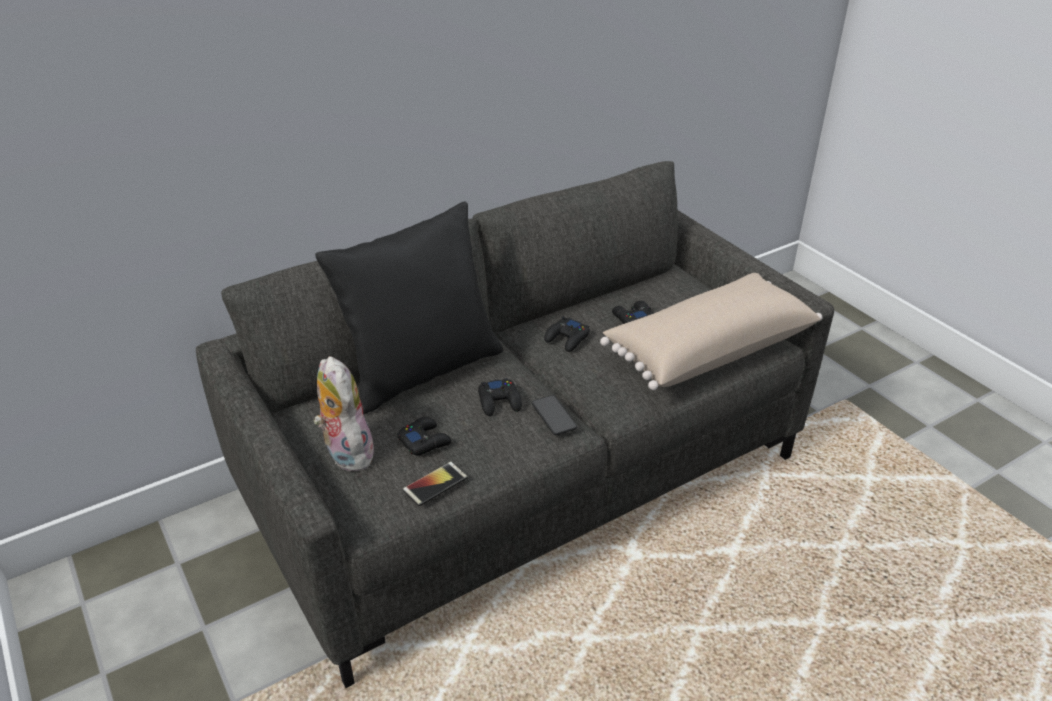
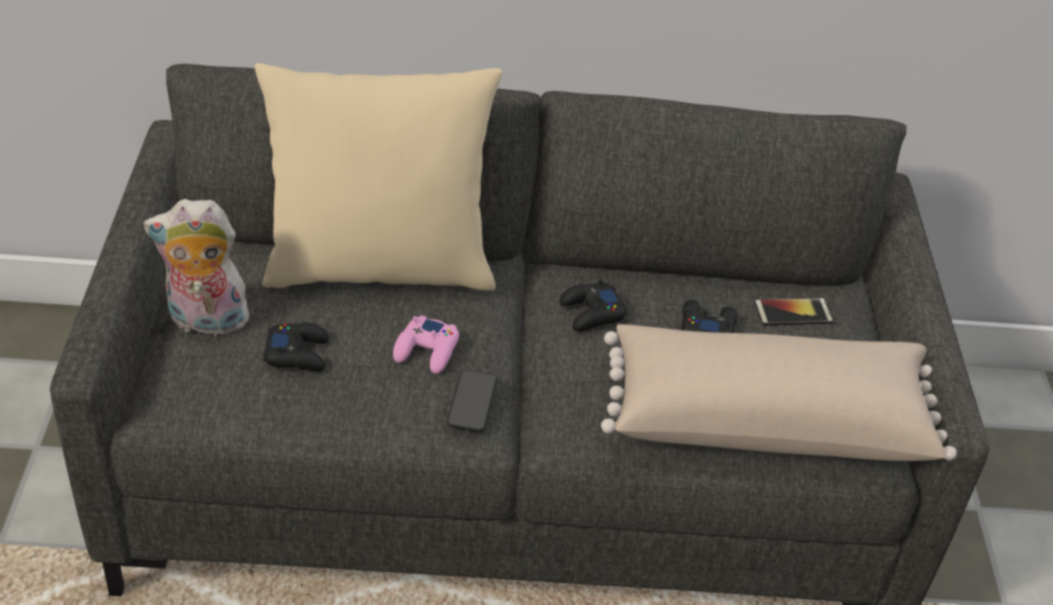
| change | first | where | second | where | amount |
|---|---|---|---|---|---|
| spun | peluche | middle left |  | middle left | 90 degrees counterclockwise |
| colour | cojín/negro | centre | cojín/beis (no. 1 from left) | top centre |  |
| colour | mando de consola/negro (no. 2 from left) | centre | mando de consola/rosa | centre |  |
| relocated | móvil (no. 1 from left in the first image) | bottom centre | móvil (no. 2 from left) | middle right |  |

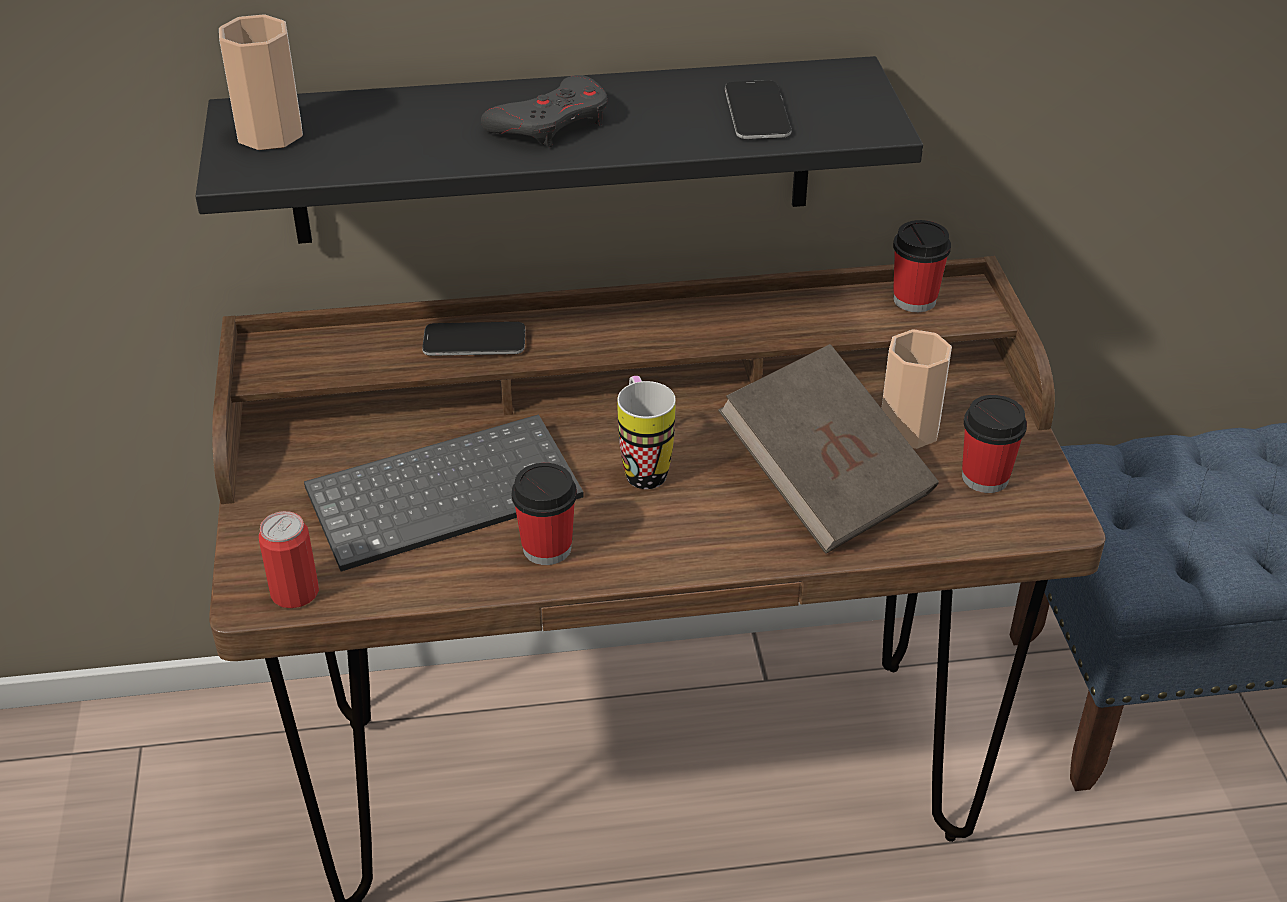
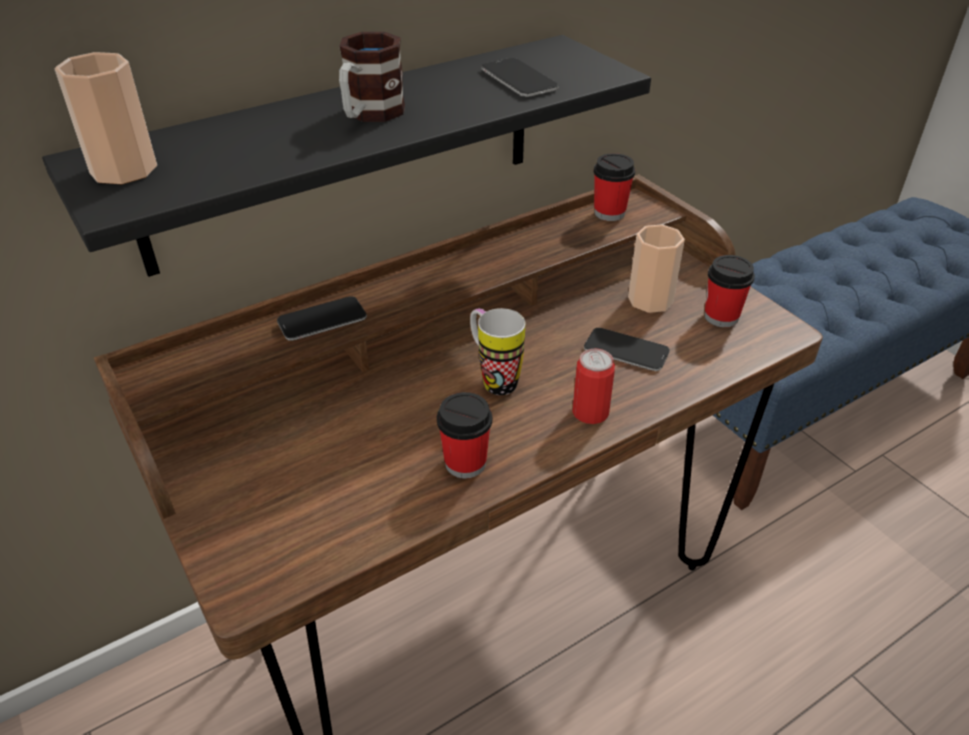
| change | first | where | second | where | amount |
|---|---|---|---|---|---|
| exchanged | mando de consola/gris | top centre | taza grande (no. 1 from left) | top centre |  |
| relocated | lata | middle left |  | centre |  |
| exchanged | libro/marrón | centre | móvil (no. 3 from left) | centre |  |
| missing | teclado | centre |  |  |  |

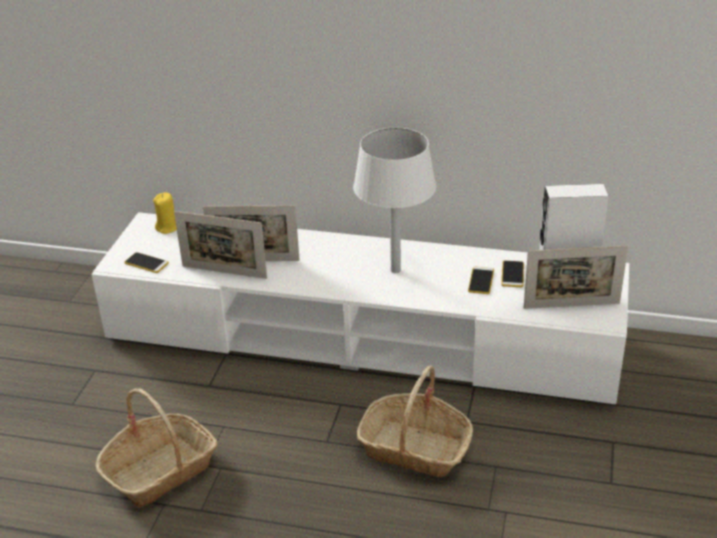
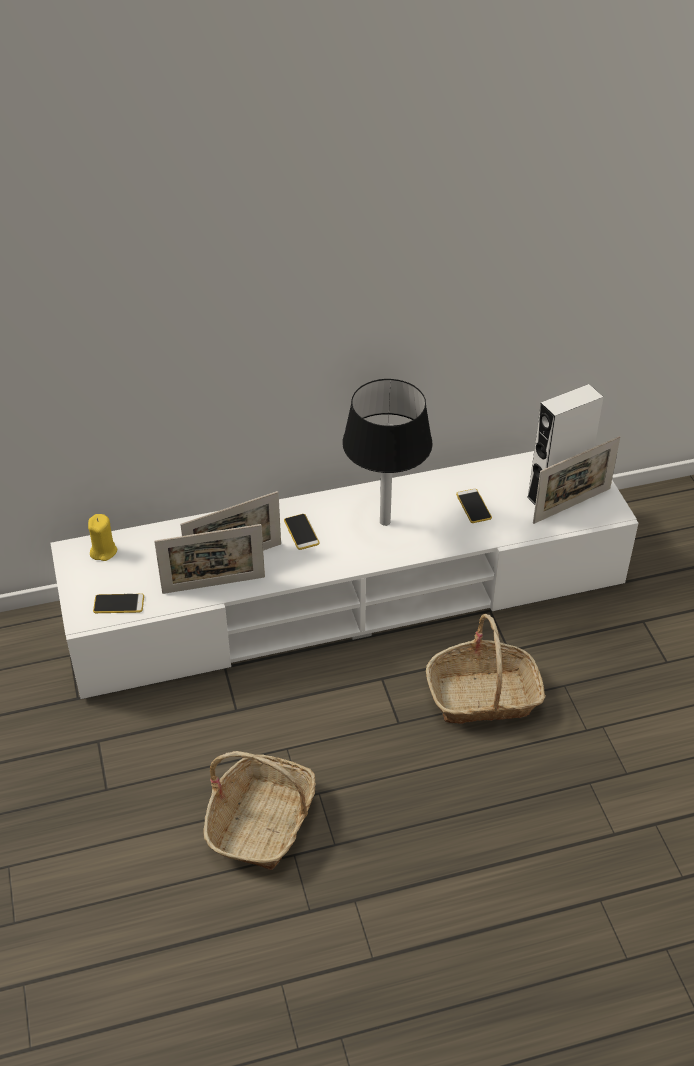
| change | first | where | second | where | amount |
|---|---|---|---|---|---|
| relocated | móvil (no. 3 from left in the first image) | middle right | móvil (no. 2 from left) | centre |  |
| colour | lámpara de mesa/blanco | centre | lámpara de mesa/negro | centre |  |

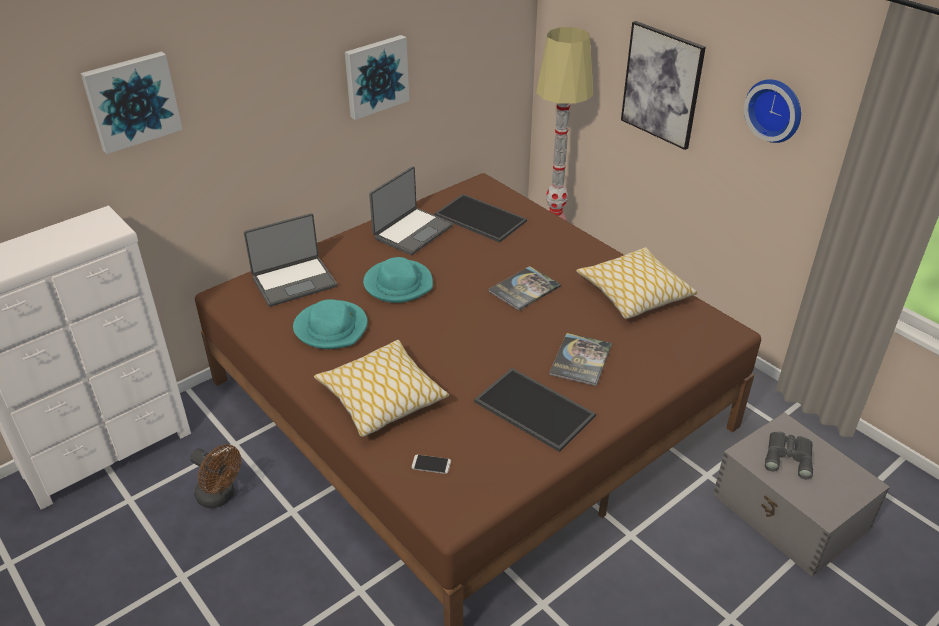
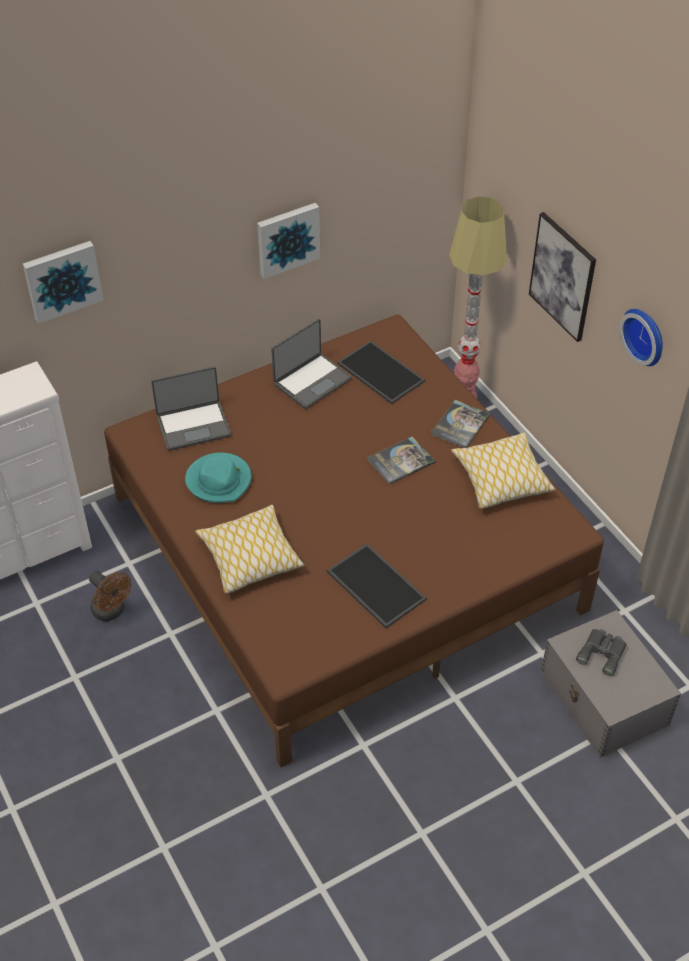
| change | first | where | second | where | amount |
|---|---|---|---|---|---|
| relocated | libro (no. 2 from left) | centre |  | middle right |  |
| missing | sombrero/turquesa (no. 2 from left) | centre |  |  |  |
| missing | móvil | bottom centre |  |  |  |

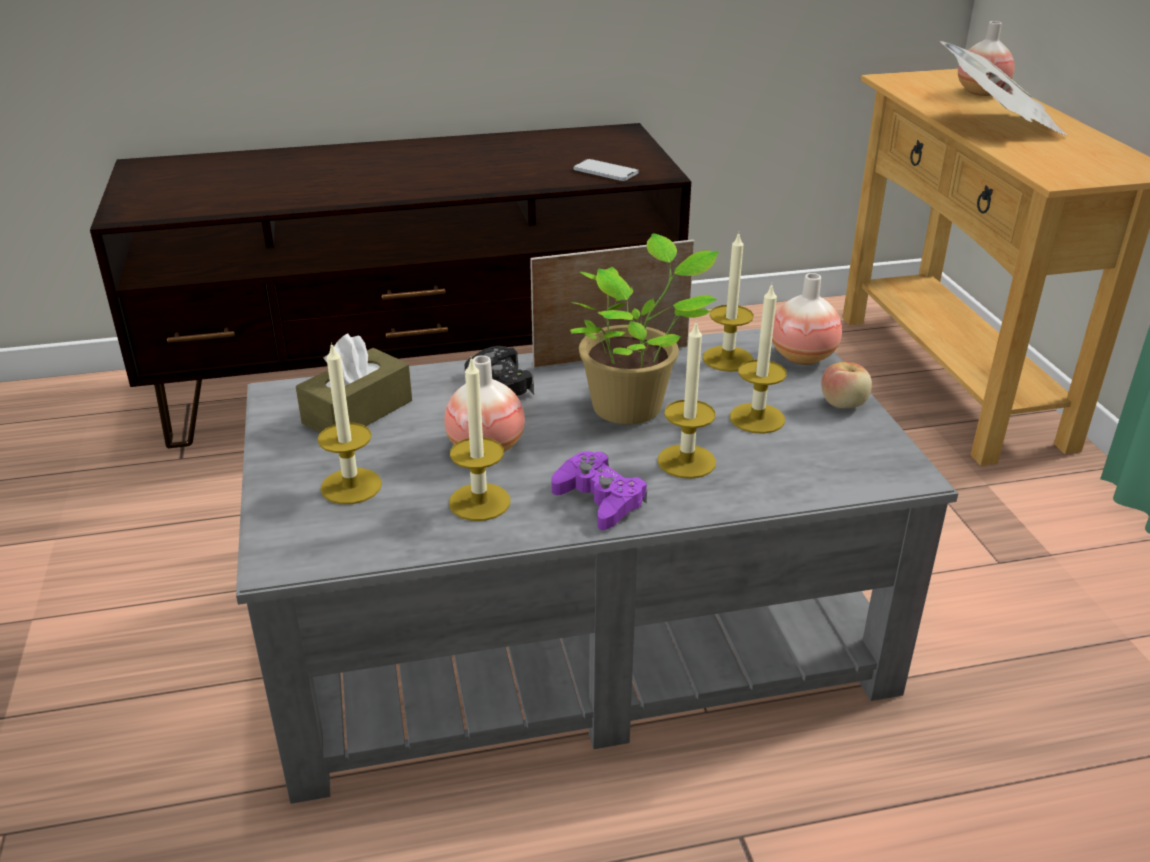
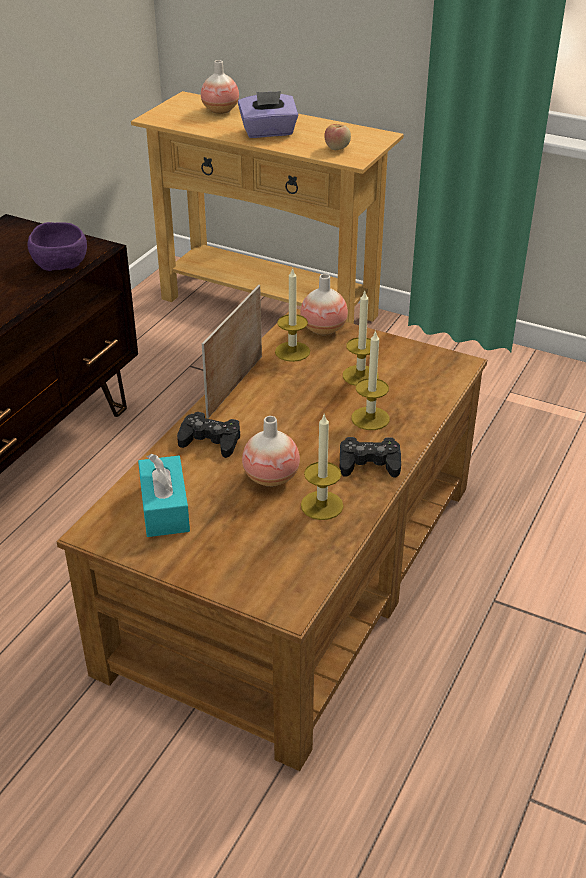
| change | first | where | second | where | amount |
|---|---|---|---|---|---|
| exchanged | móvil | top centre | cuenco/morado | top left |  |
| colour | mesa de centro/gris | centre | mesa de centro/marrón | centre |  |
| colour | caja de pañuelos/marrón | middle left | caja de pañuelos/turquesa | middle left |  |
| exchanged | periódico | top right | caja de pañuelos/morado | top centre |  |
| relocated | manzana | middle right |  | top centre |  |
| colour | mando de consola/morado | centre | mando de consola/negro (no. 2 from left) | centre |  |
| missing | vela (no. 1 from left) | middle left |  |  |  |
| missing | planta en maceta | centre |  |  |  |

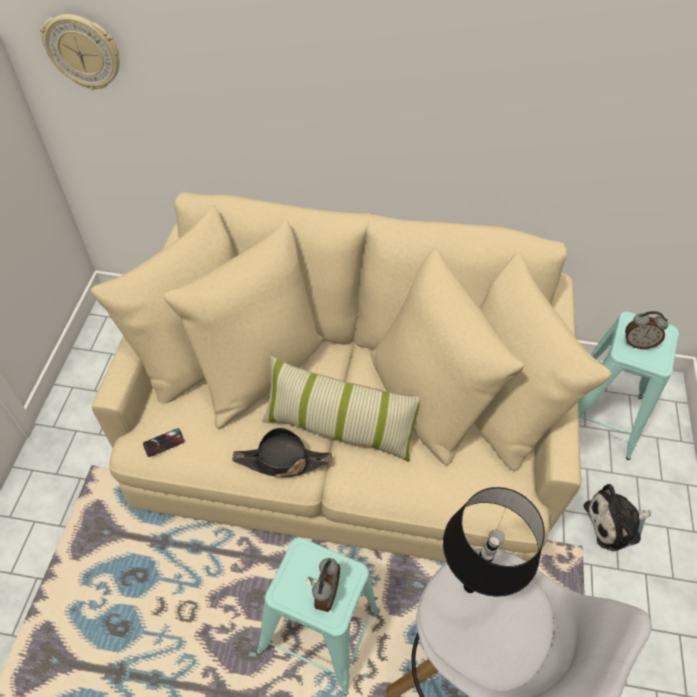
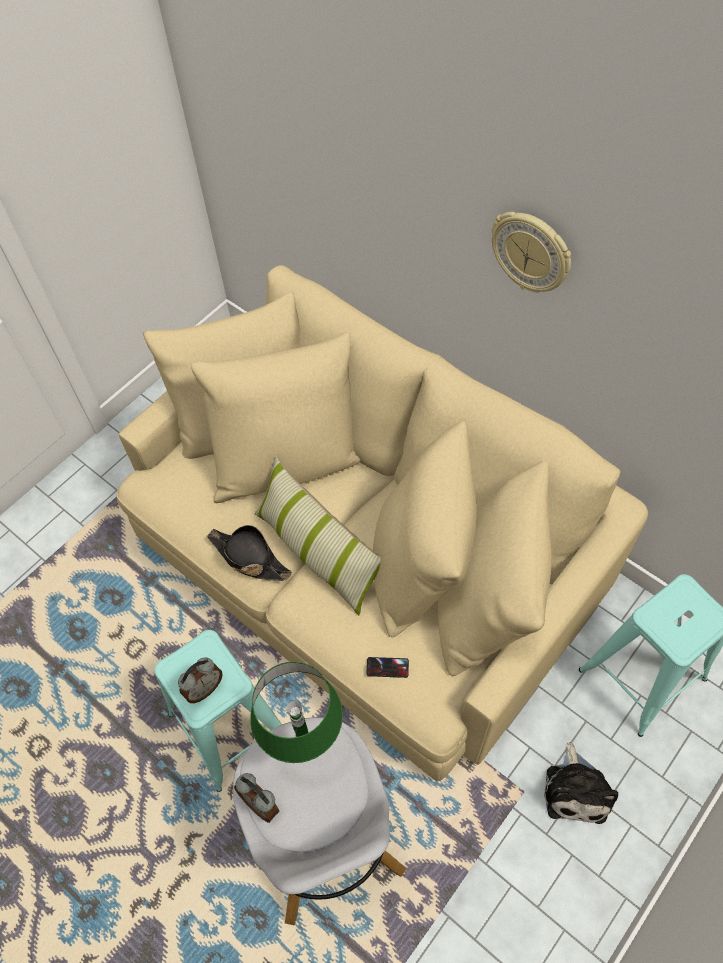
| change | first | where | second | where | amount |
|---|---|---|---|---|---|
| relocated | despertador (no. 2 from left) | middle right |  | bottom centre |  |
| colour | lámpara de mesa/negro | bottom right | lámpara de mesa/verde | bottom centre |  |
| relocated | móvil | middle left |  | bottom centre |  |
| relocated | reloj de pared | top left |  | top right |  |
| spun | peluche | bottom right |  | bottom right | 105 degrees counterclockwise |

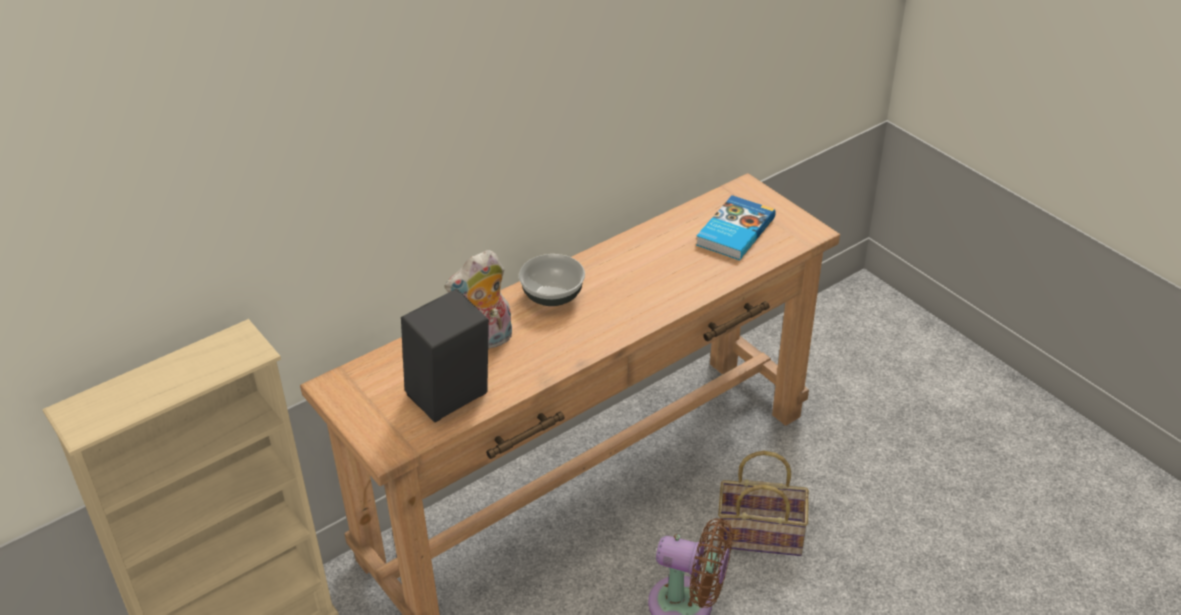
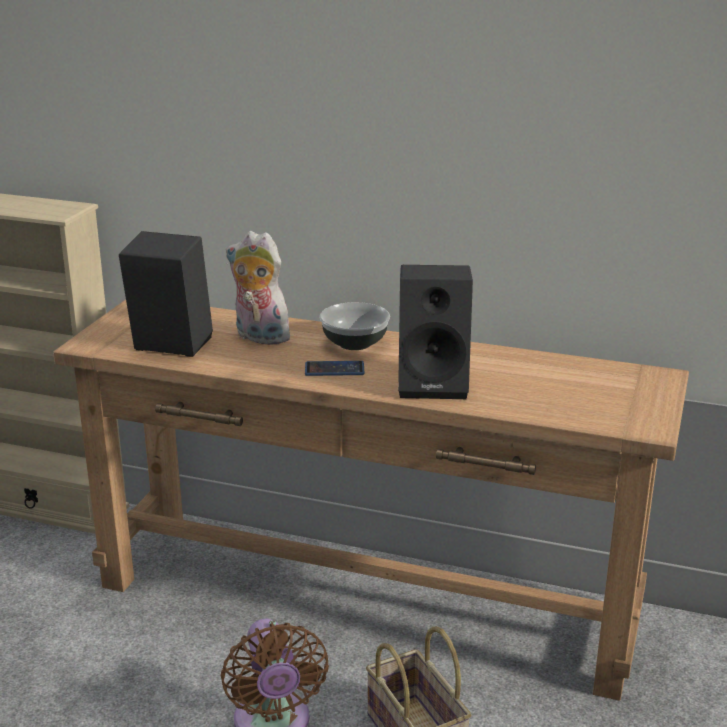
| change | first | where | second | where | amount |
|---|---|---|---|---|---|
| appeared |  |  | móvil | centre |  |
| appeared |  |  | altavoz/negro (no. 2 from left) | centre |  |
| missing | libro | centre |  |  |  |

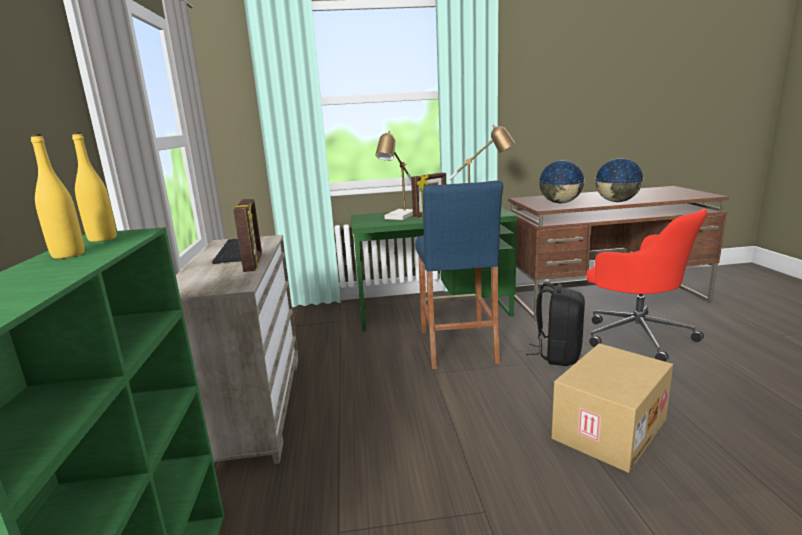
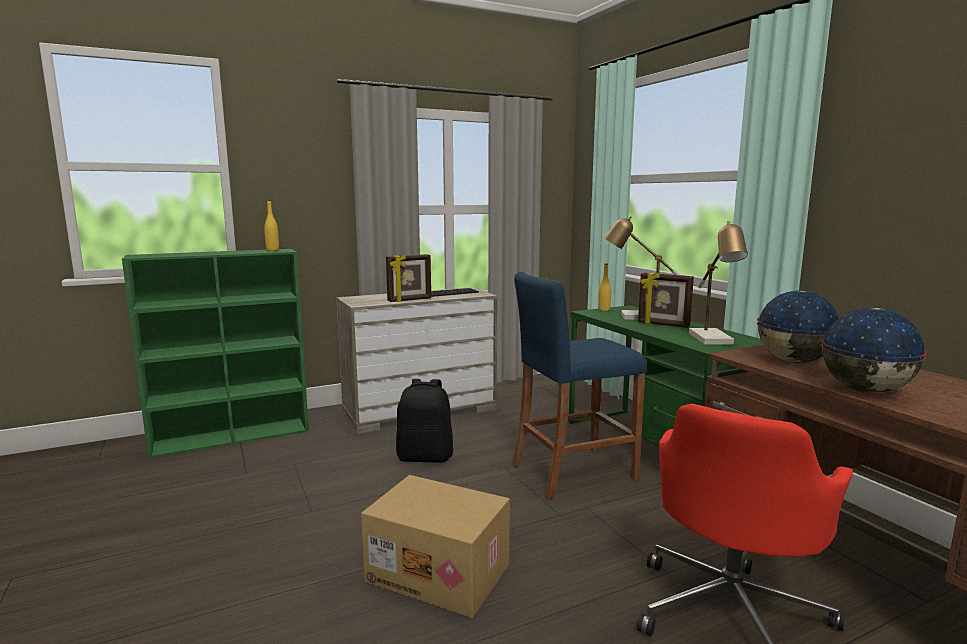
| change | first | where | second | where | amount |
|---|---|---|---|---|---|
| relocated | mochila/negro | middle right |  | centre |  |
| relocated | botella/amarillo (no. 1 from left in the first image) | middle left | botella/amarillo (no. 2 from left) | centre |  |

